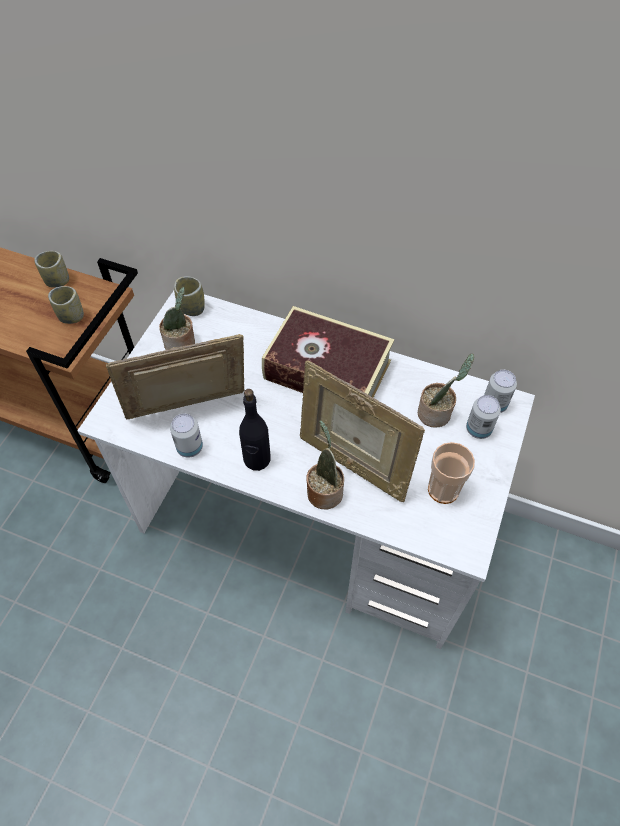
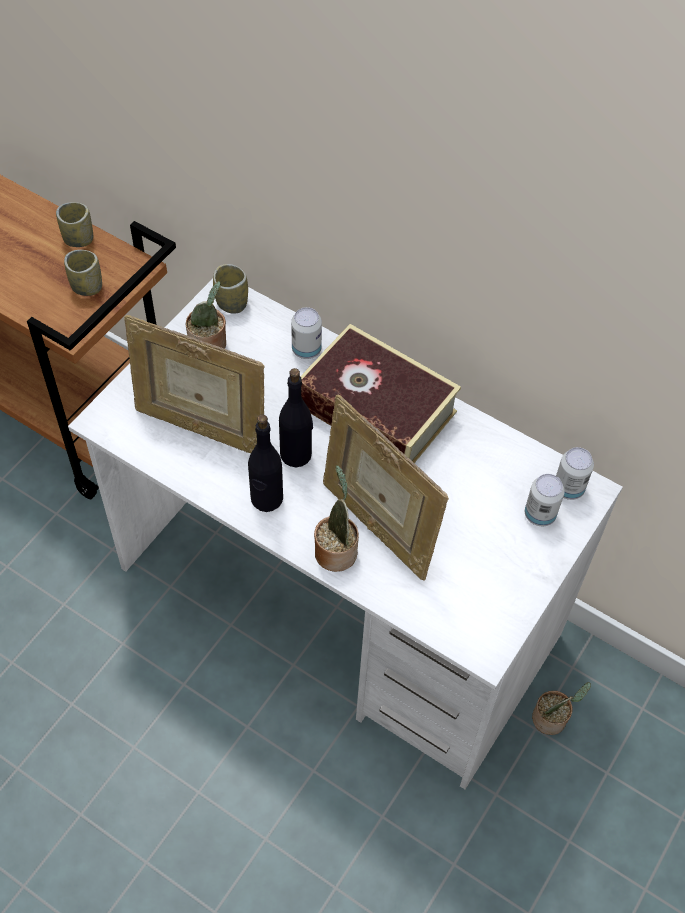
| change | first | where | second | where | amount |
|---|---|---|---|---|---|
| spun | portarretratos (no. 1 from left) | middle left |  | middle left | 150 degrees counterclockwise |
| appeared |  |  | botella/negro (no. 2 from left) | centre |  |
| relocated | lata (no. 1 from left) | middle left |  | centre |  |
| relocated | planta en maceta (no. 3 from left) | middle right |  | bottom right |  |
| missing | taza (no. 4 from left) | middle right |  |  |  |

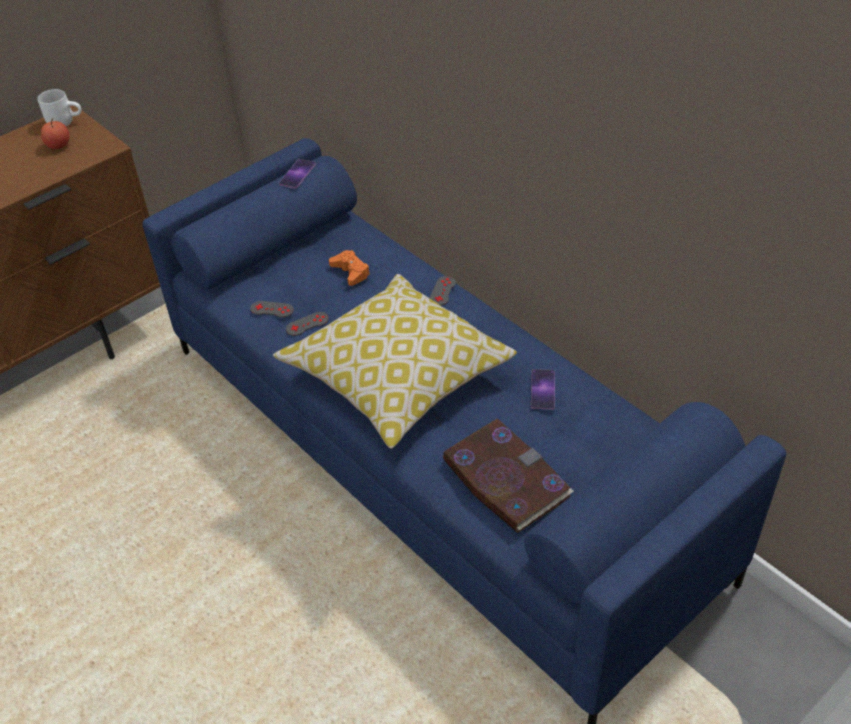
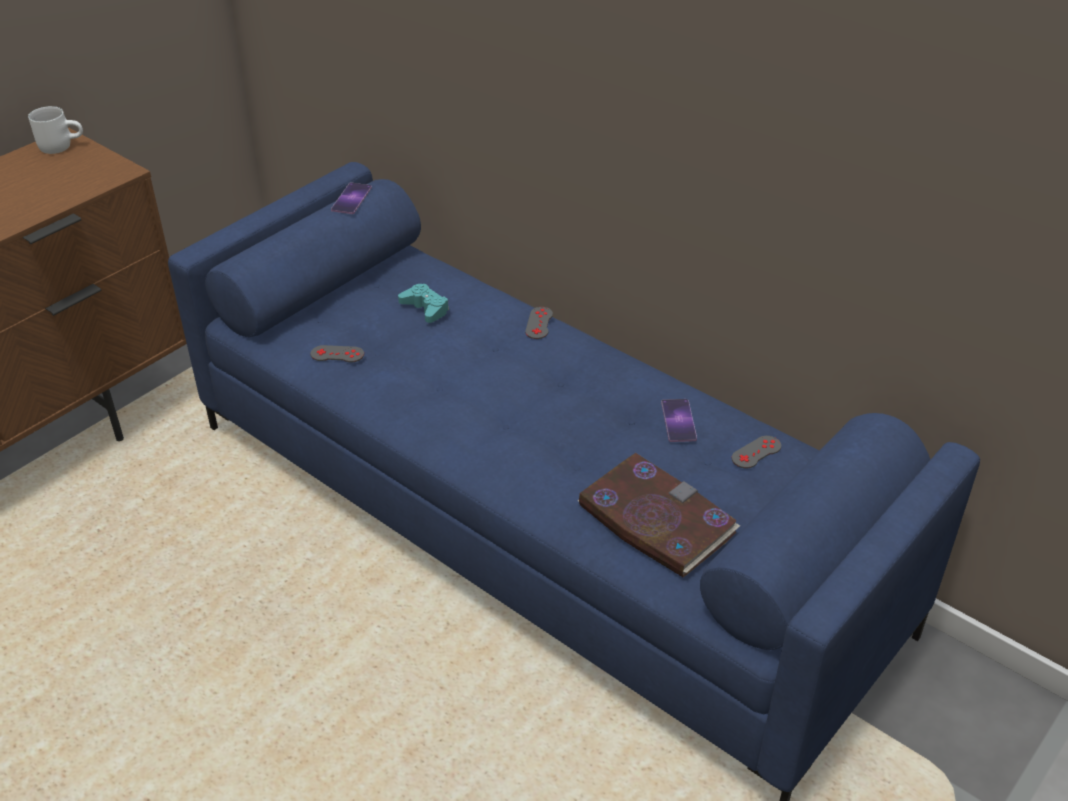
| change | first | where | second | where | amount |
|---|---|---|---|---|---|
| colour | mando de consola/naranja | centre | mando de consola/turquesa | centre |  |
| relocated | mando de consola/gris (no. 2 from left in the first image) | centre | mando de consola/gris (no. 3 from left) | middle right |  |
| missing | manzana | top left |  |  |  |
| missing | cojín | centre |  |  |  |

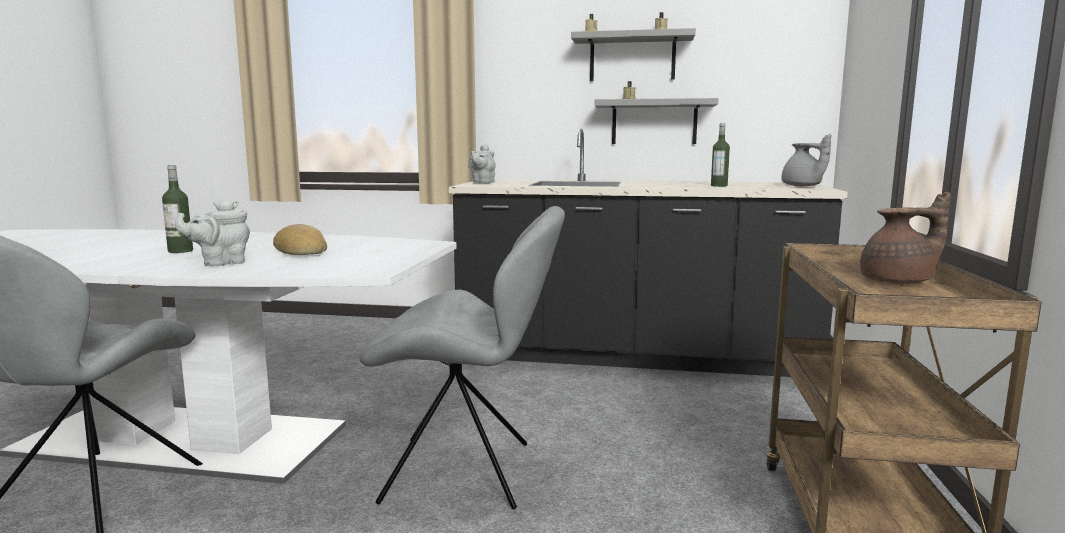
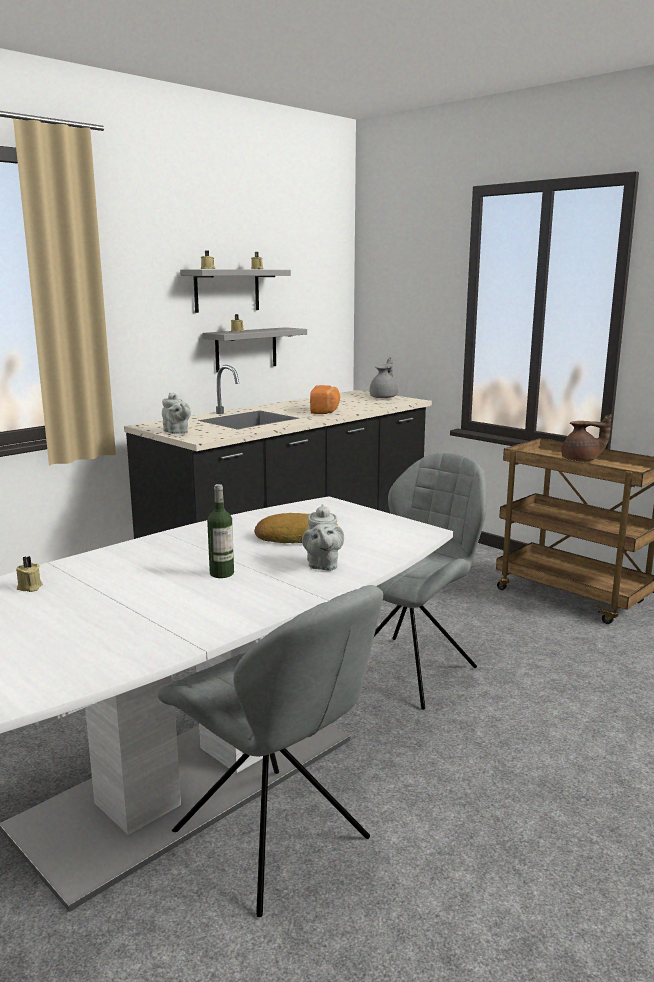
| change | first | where | second | where | amount |
|---|---|---|---|---|---|
| appeared |  |  | vela/beis (no. 1 from left) | middle left |  |
| appeared |  |  | pan (no. 2 from left) | centre |  |
| spun | tetera/gris (no. 3 from left) | top right |  | centre | 75 degrees counterclockwise |
| spun | tetera/marrón | middle right |  | middle right | 75 degrees clockwise |
| missing | botella (no. 2 from left) | top right |  |  |  |

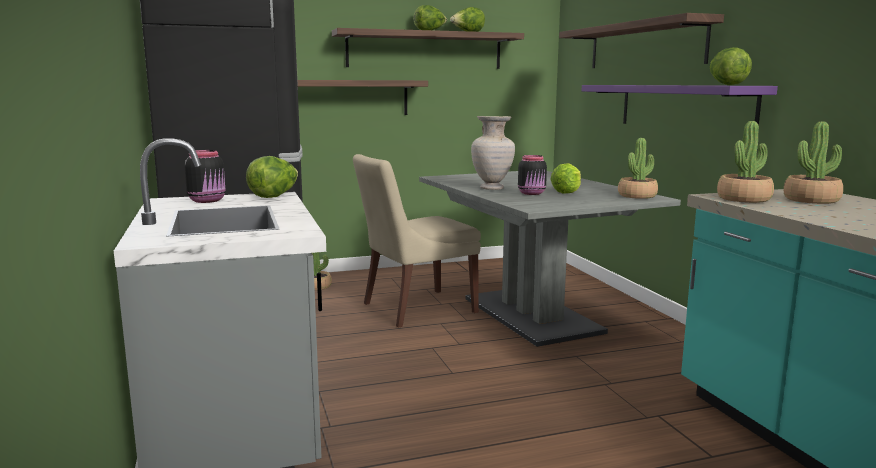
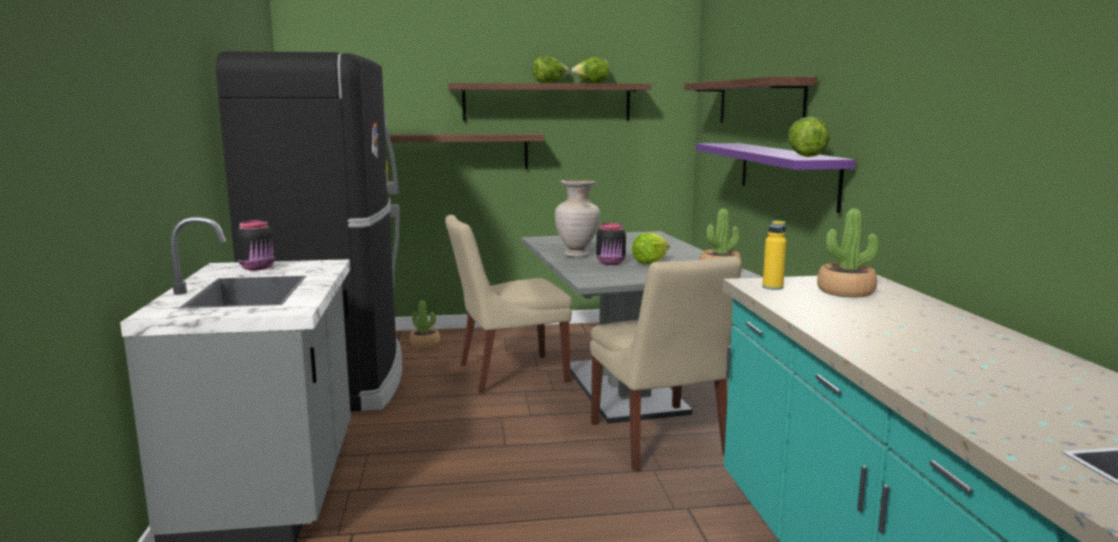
| change | first | where | second | where | amount |
|---|---|---|---|---|---|
| appeared |  |  | silla/beis (no. 2 from left) | bottom centre |  |
| exchanged | planta en maceta (no. 3 from left) | middle right | botella/amarillo | middle right |  |
| missing | lechuga (no. 1 from left) | middle left |  |  |  |

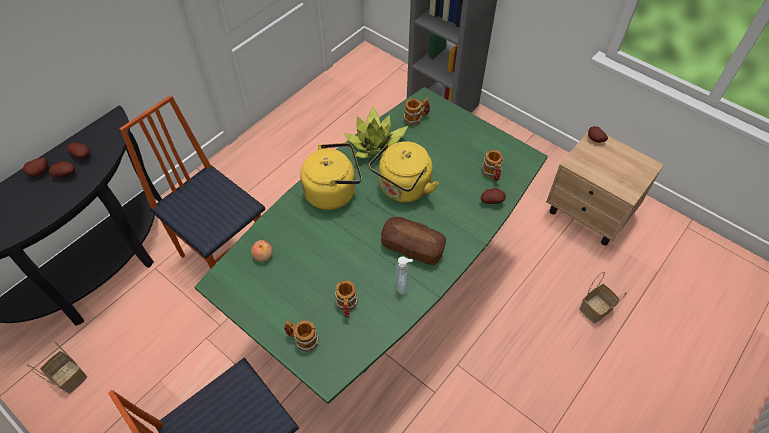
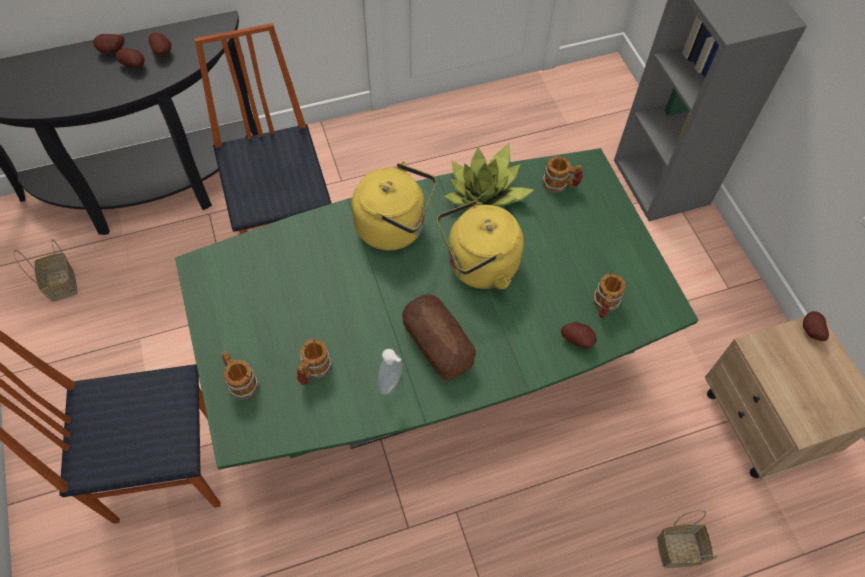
| change | first | where | second | where | amount |
|---|---|---|---|---|---|
| missing | manzana | centre |  |  |  |

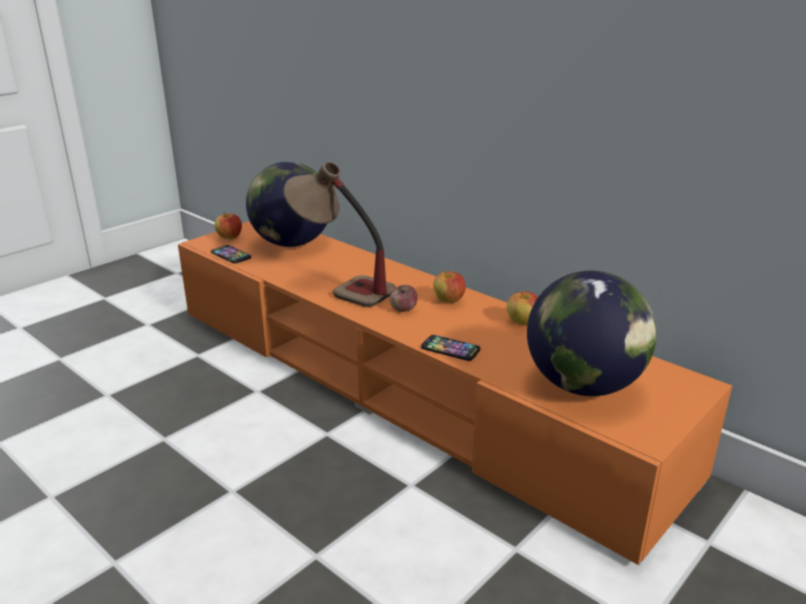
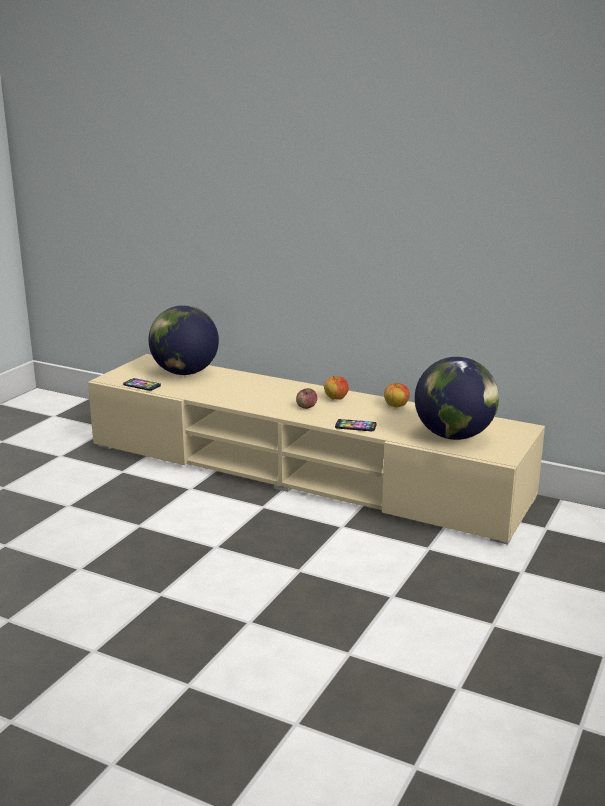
| change | first | where | second | where | amount |
|---|---|---|---|---|---|
| colour | mueble de televisión/naranja | centre | mueble de televisión/beis | centre |  |
| missing | manzana (no. 1 from left) | middle left |  |  |  |
| missing | lámpara de mesa | centre |  |  |  |

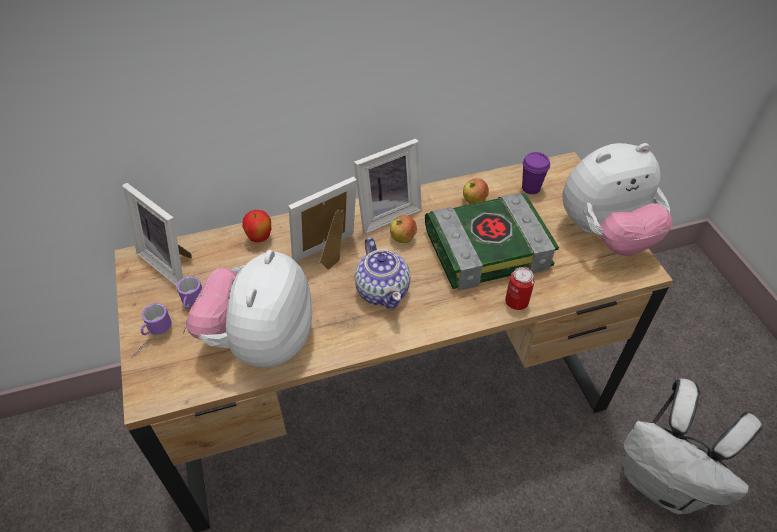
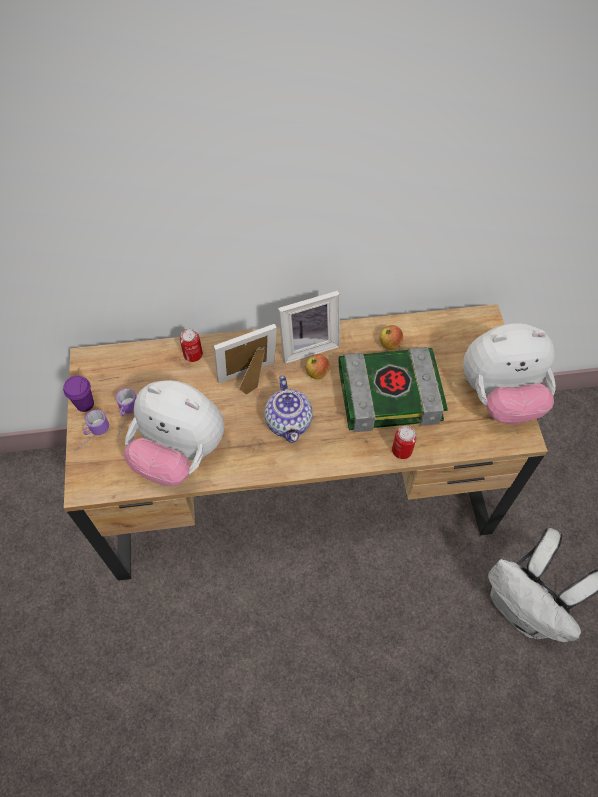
| change | first | where | second | where | amount |
|---|---|---|---|---|---|
| relocated | taza/morado | top right |  | middle left |  |
| spun | peluche (no. 1 from left) | middle left |  | middle left | 90 degrees counterclockwise |
| exchanged | manzana (no. 1 from left) | middle left | lata (no. 1 from left) | middle left |  |
| missing | portarretratos (no. 1 from left) | middle left |  |  |  |

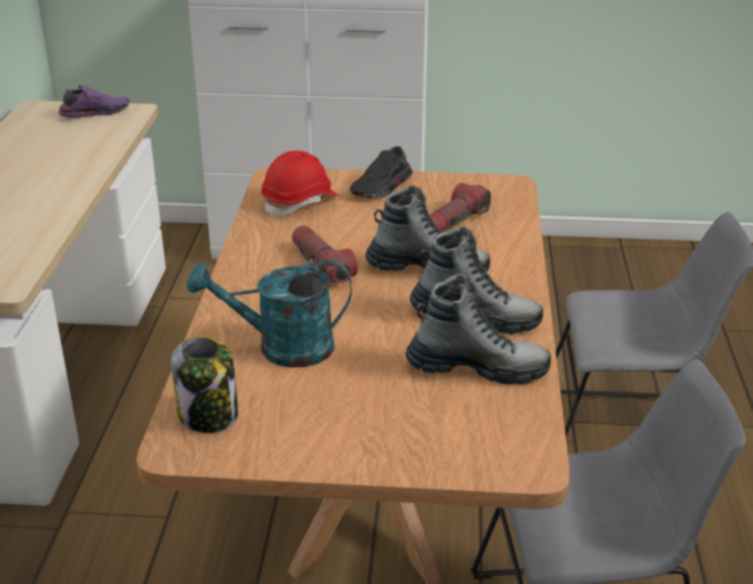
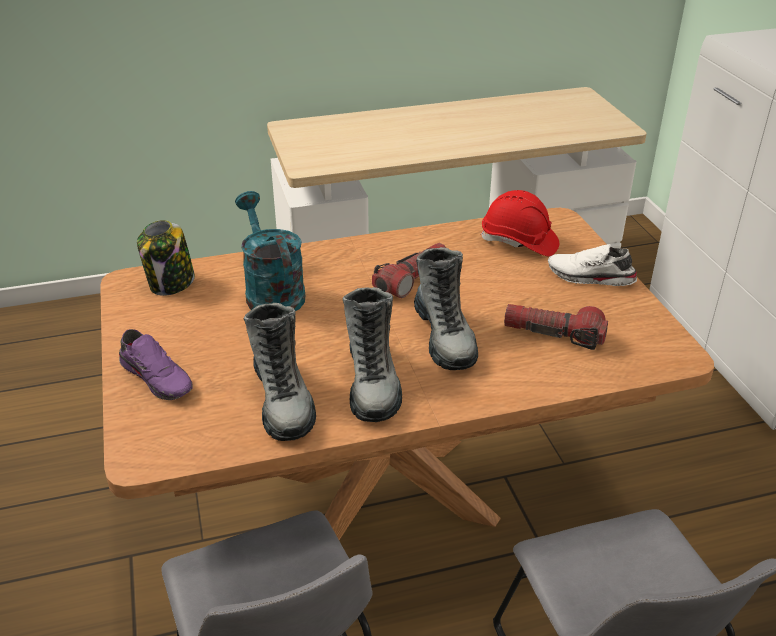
| change | first | where | second | where | amount |
|---|---|---|---|---|---|
| relocated | zapato/morado | top left |  | middle left |  |
| colour | zapato/negro | top centre | zapato/blanco | middle right |  |

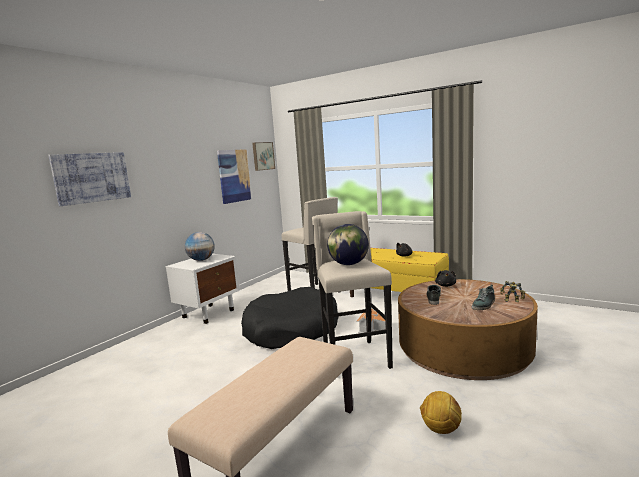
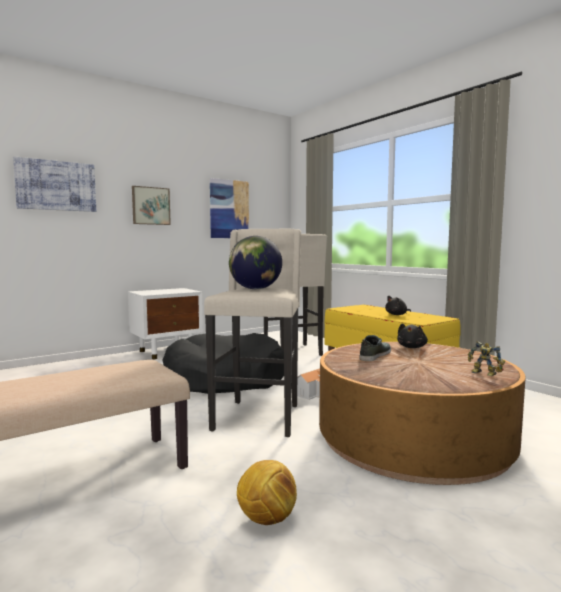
| change | first | where | second | where | amount |
|---|---|---|---|---|---|
| relocated | cuadro (no. 3 from left in the first image) | top centre | cuadro (no. 2 from left) | middle left |  |
| missing | globo terráqueo (no. 1 from left) | middle left |  |  |  |
| missing | zapato (no. 2 from left) | middle right |  |  |  |

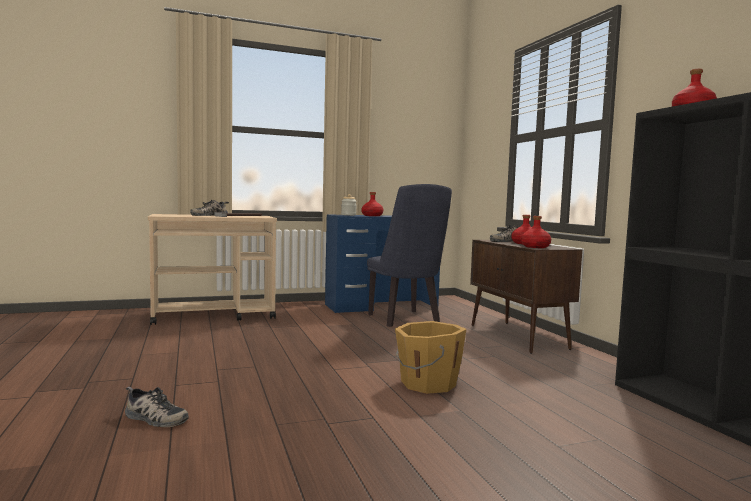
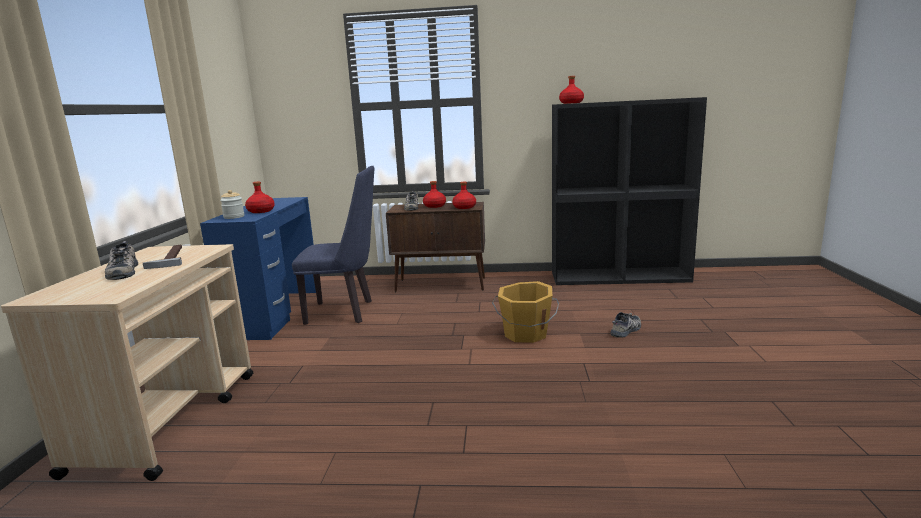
| change | first | where | second | where | amount |
|---|---|---|---|---|---|
| relocated | zapato (no. 1 from left in the first image) | bottom left | zapato (no. 3 from left) | middle right |  |

